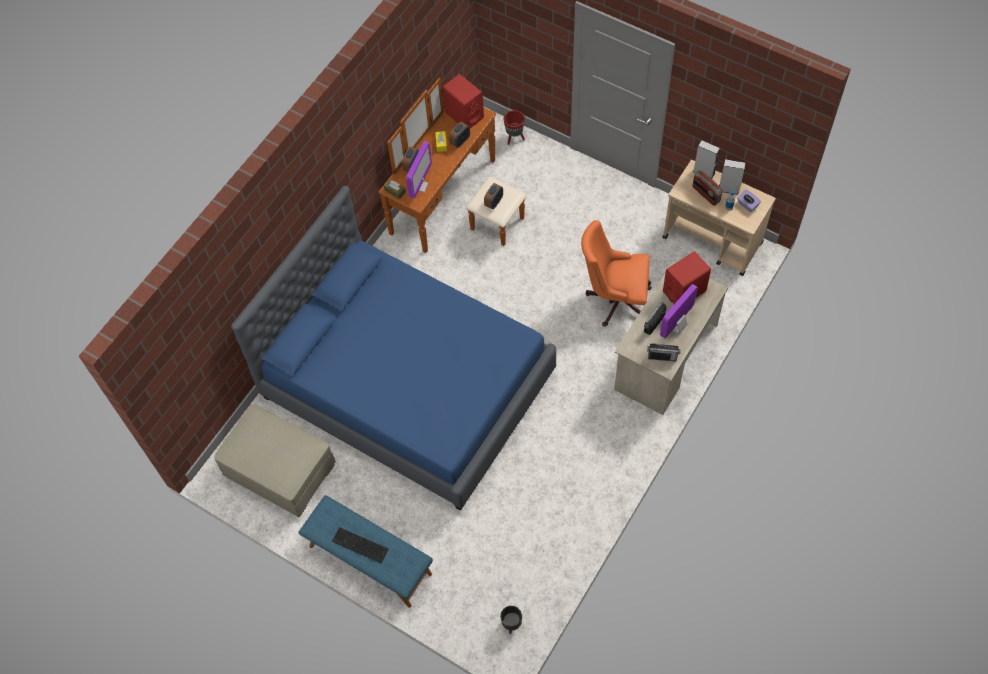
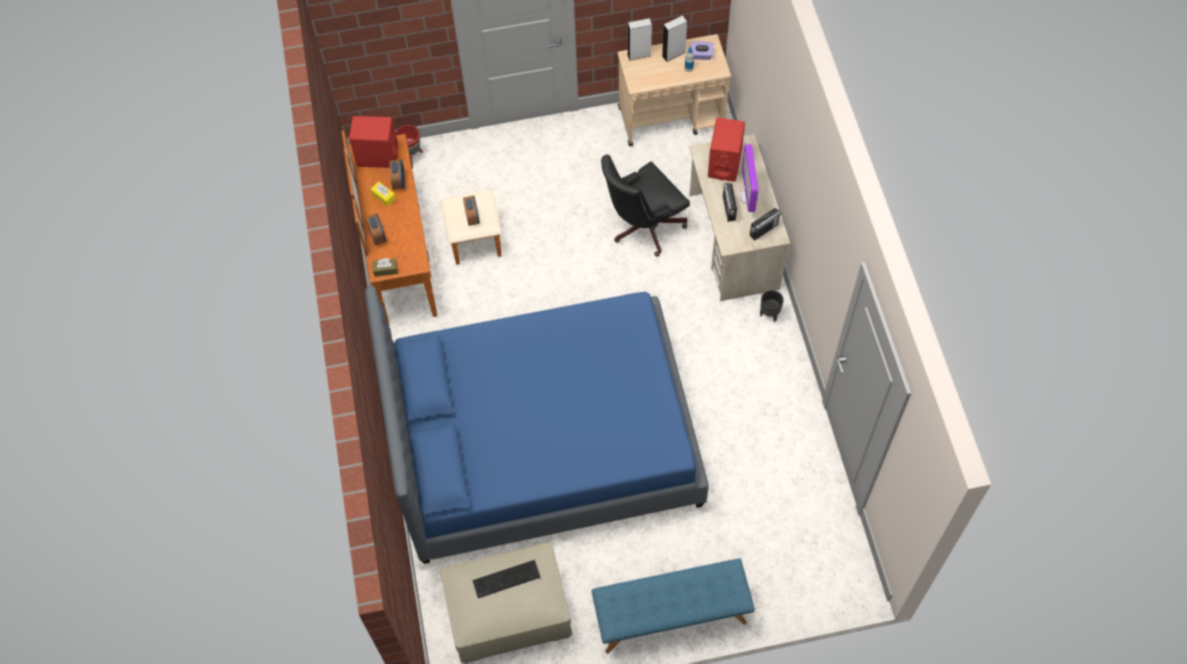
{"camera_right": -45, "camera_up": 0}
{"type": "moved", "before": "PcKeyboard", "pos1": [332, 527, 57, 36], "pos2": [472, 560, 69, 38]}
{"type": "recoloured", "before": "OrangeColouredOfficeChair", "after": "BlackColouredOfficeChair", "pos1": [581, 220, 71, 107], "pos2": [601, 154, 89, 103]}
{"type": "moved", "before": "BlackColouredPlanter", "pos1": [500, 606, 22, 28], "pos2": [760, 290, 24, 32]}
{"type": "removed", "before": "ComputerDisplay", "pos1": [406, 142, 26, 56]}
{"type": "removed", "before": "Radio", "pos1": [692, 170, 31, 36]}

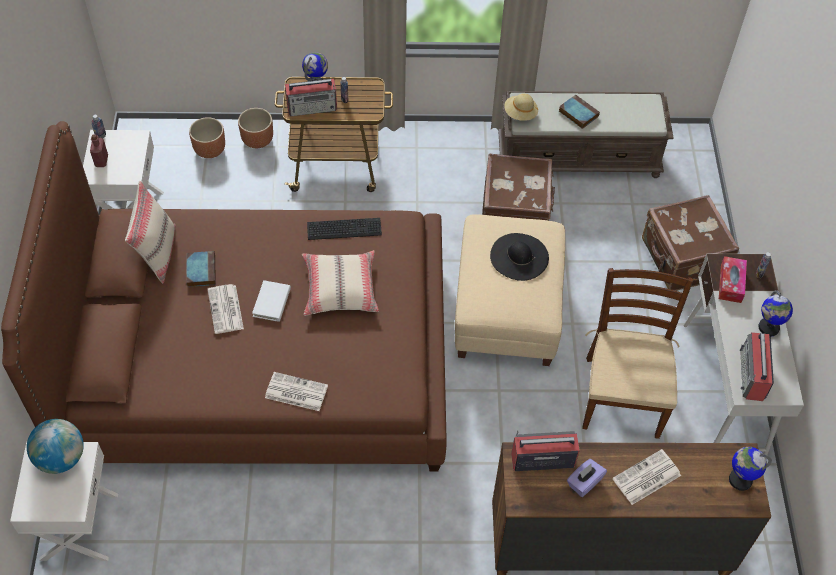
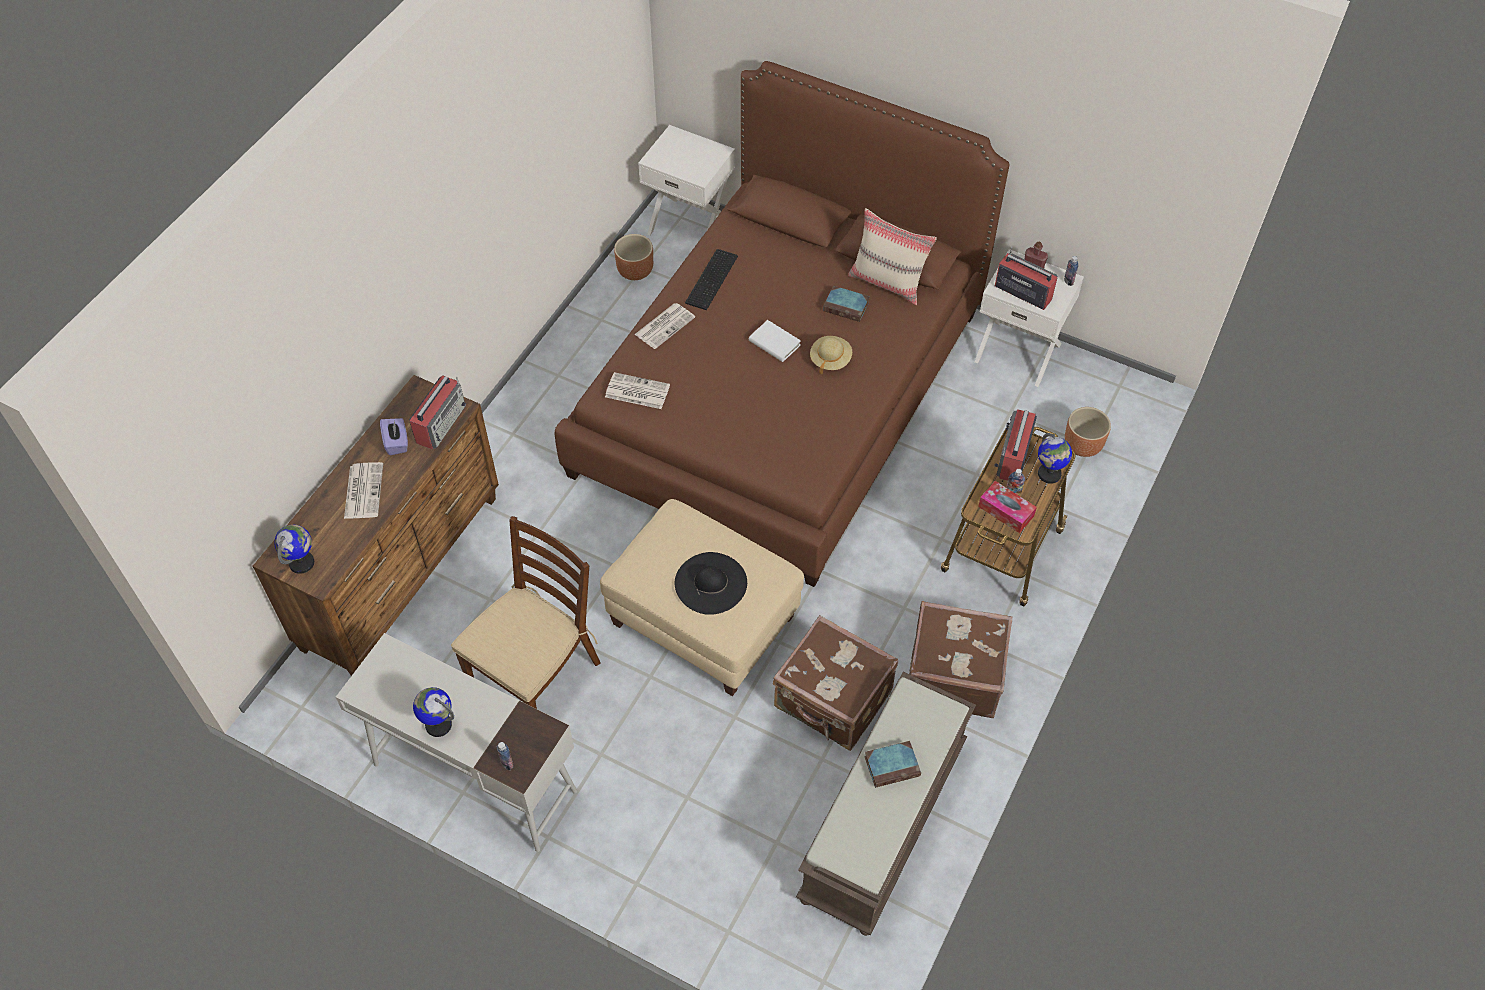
{"camera_right": 120, "camera_up": 0}
{"type": "turned", "before": "BrownColouredChair", "pos1": [583, 268, 111, 171], "pos2": [451, 516, 150, 193], "turn": -90}
{"type": "moved", "before": "DailyPaper", "pos1": [208, 284, 36, 50], "pos2": [605, 372, 65, 37]}
{"type": "moved", "before": "BrownColouredPlanter", "pos1": [238, 108, 35, 40], "pos2": [614, 234, 39, 46]}
{"type": "moved", "before": "PcKeyboard", "pos1": [307, 218, 75, 22], "pos2": [685, 249, 53, 61]}
{"type": "moved", "before": "BeigeColouredClothingHat", "pos1": [504, 93, 34, 28], "pos2": [810, 336, 42, 38]}
{"type": "moved", "before": "BrownColouredPieceOfLuggage", "pos1": [642, 195, 97, 96], "pos2": [909, 601, 103, 117]}
{"type": "moved", "before": "TissueBox", "pos1": [719, 256, 28, 47], "pos2": [978, 481, 59, 52]}
{"type": "moved", "before": "Radio", "pos1": [740, 332, 34, 69], "pos2": [995, 247, 63, 63]}
{"type": "removed", "before": "Globe", "pos1": [27, 419, 57, 55]}
{"type": "removed", "before": "BeigeColouredPillow", "pos1": [302, 250, 77, 66]}

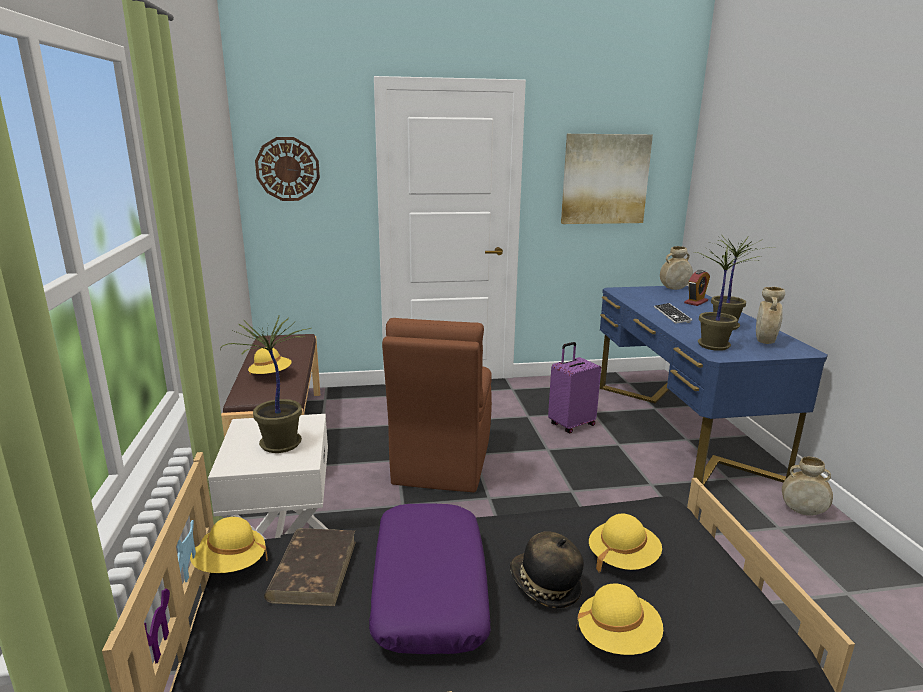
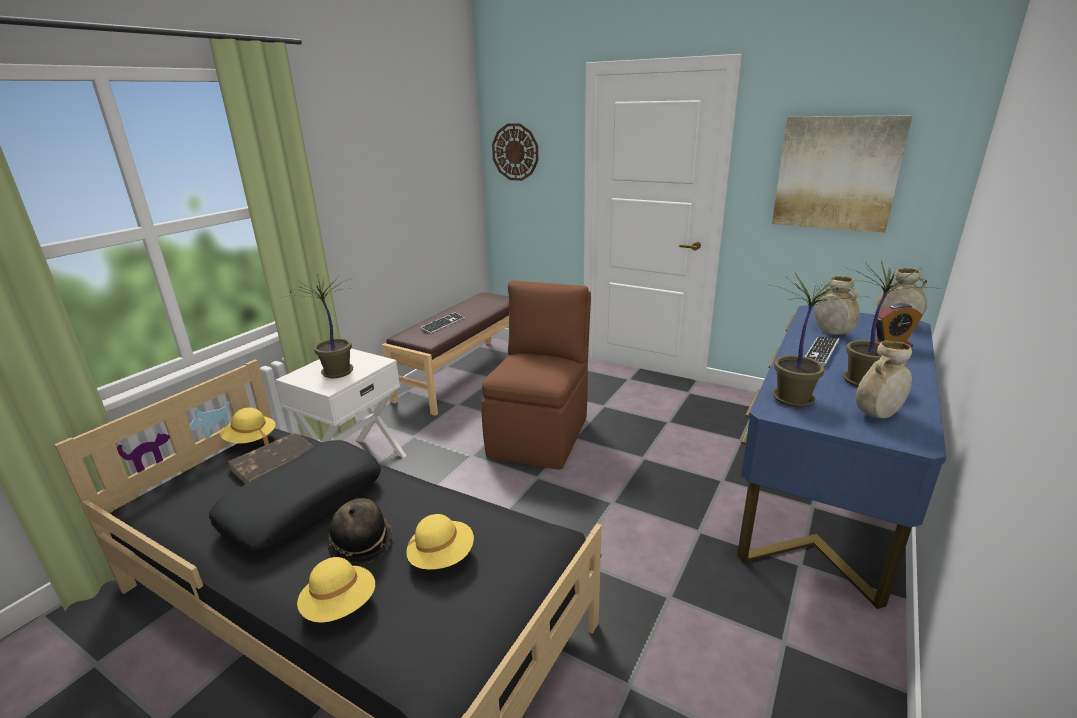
{"camera_right": 40, "camera_up": 5}
{"type": "recoloured", "before": "PurpleColouredPillow", "after": "BlackColouredPillow", "pos1": [369, 504, 122, 150], "pos2": [209, 440, 172, 114]}
{"type": "replaced", "before": "YellowColouredClothingHat", "after": "PcKeyboard", "pos1": [248, 347, 44, 28], "pos2": [420, 312, 45, 21]}
{"type": "turned", "before": "BrownColouredChair", "pos1": [382, 318, 110, 175], "pos2": [481, 280, 110, 190], "turn": 150}
{"type": "moved", "before": "BeigeColouredDecorativeVase", "pos1": [782, 456, 51, 60], "pos2": [814, 276, 46, 59]}
{"type": "removed", "before": "PurpleColouredPieceOfLuggage", "pos1": [548, 342, 53, 92]}

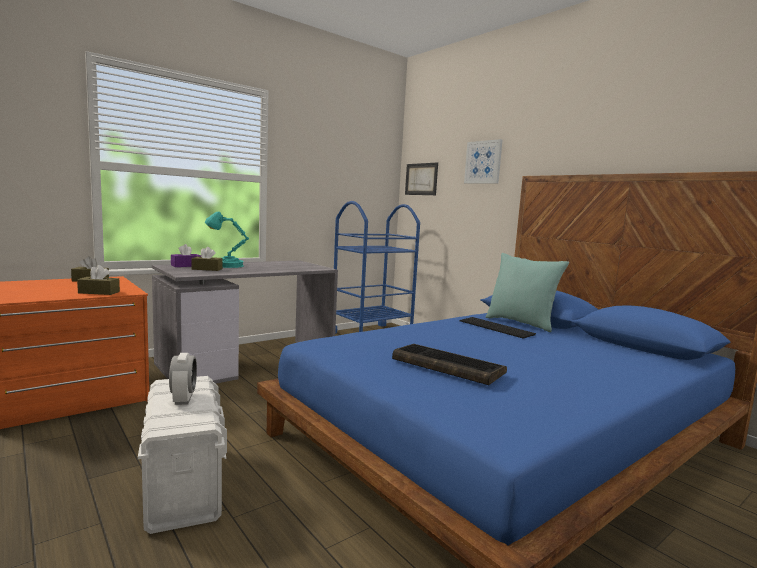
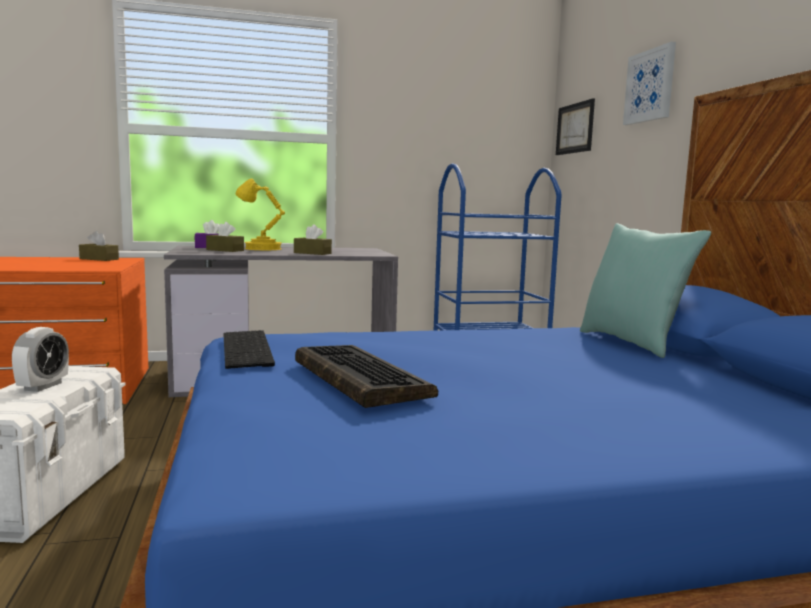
{"camera_right": 25, "camera_up": 0}
{"type": "moved", "before": "PcKeyboard", "pos1": [460, 317, 76, 22], "pos2": [223, 330, 52, 39]}
{"type": "recoloured", "before": "TurquoiseTableLamp", "after": "YellowColouredTableLamp", "pos1": [205, 211, 44, 57], "pos2": [236, 179, 49, 71]}
{"type": "moved", "before": "BrownColouredTissueBox", "pos1": [77, 265, 43, 30], "pos2": [294, 224, 38, 31]}

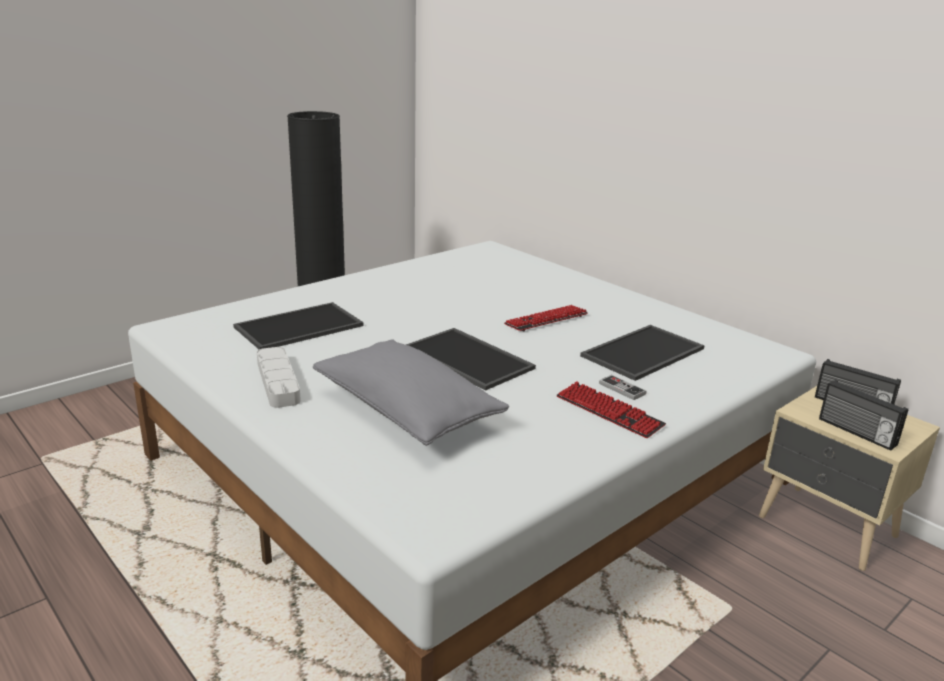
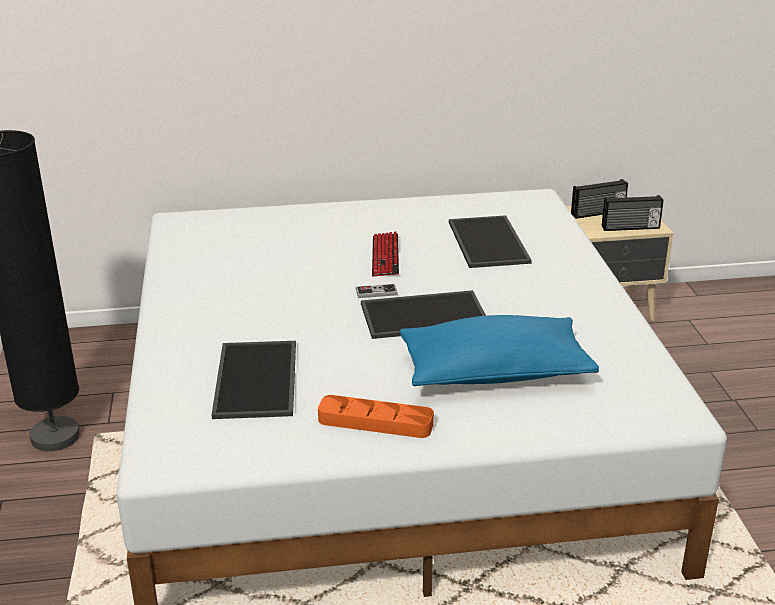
{"camera_right": -55, "camera_up": 5}
{"type": "recoloured", "before": "GreyishServingTray", "after": "OrangeColouredServingTray", "pos1": [257, 347, 44, 61], "pos2": [318, 395, 116, 43]}
{"type": "moved", "before": "Joypad", "pos1": [599, 375, 48, 25], "pos2": [356, 284, 42, 14]}
{"type": "recoloured", "before": "GreyishPillow", "after": "BluishPillow", "pos1": [313, 339, 196, 107], "pos2": [400, 315, 199, 71]}
{"type": "removed", "before": "PcKeyboard", "pos1": [556, 381, 110, 57]}

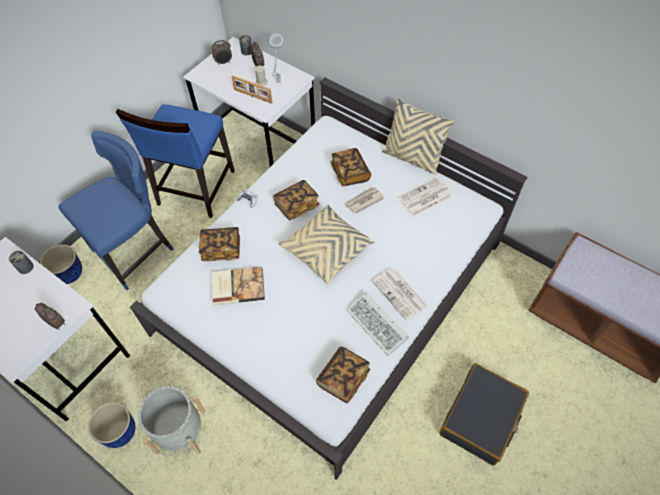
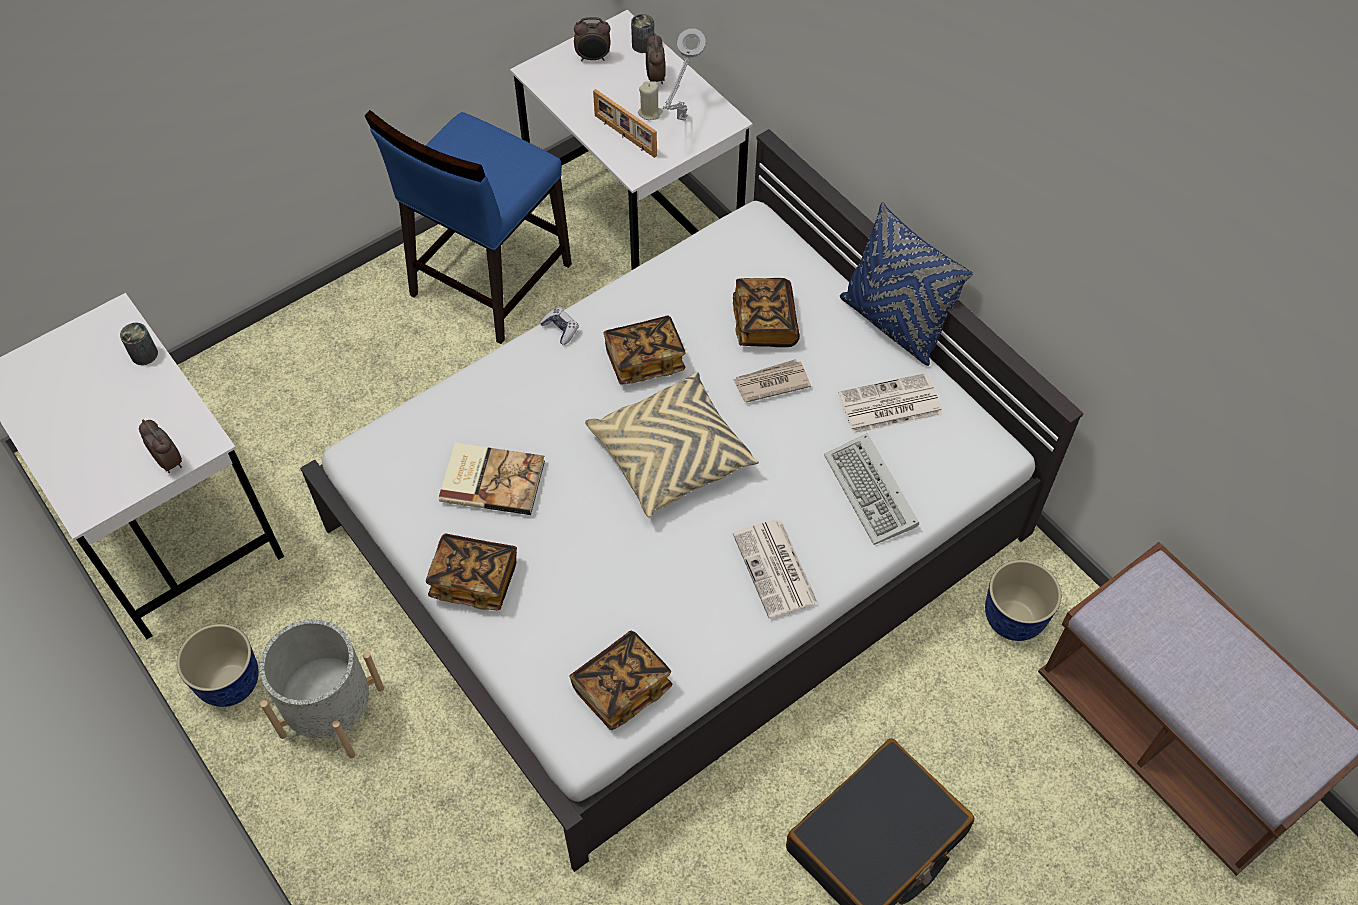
{"camera_right": 15, "camera_up": 0}
{"type": "moved", "before": "Volume", "pos1": [199, 227, 41, 34], "pos2": [426, 533, 91, 77]}
{"type": "moved", "before": "PcKeyboard", "pos1": [346, 292, 63, 64], "pos2": [824, 433, 95, 112]}
{"type": "recoloured", "before": "BeigeColouredPillow", "after": "BluishPillow", "pos1": [382, 97, 72, 78], "pos2": [840, 202, 133, 164]}
{"type": "moved", "before": "Planter", "pos1": [40, 244, 42, 40], "pos2": [985, 560, 76, 81]}
{"type": "removed", "before": "BluishChair", "pos1": [58, 131, 116, 159]}

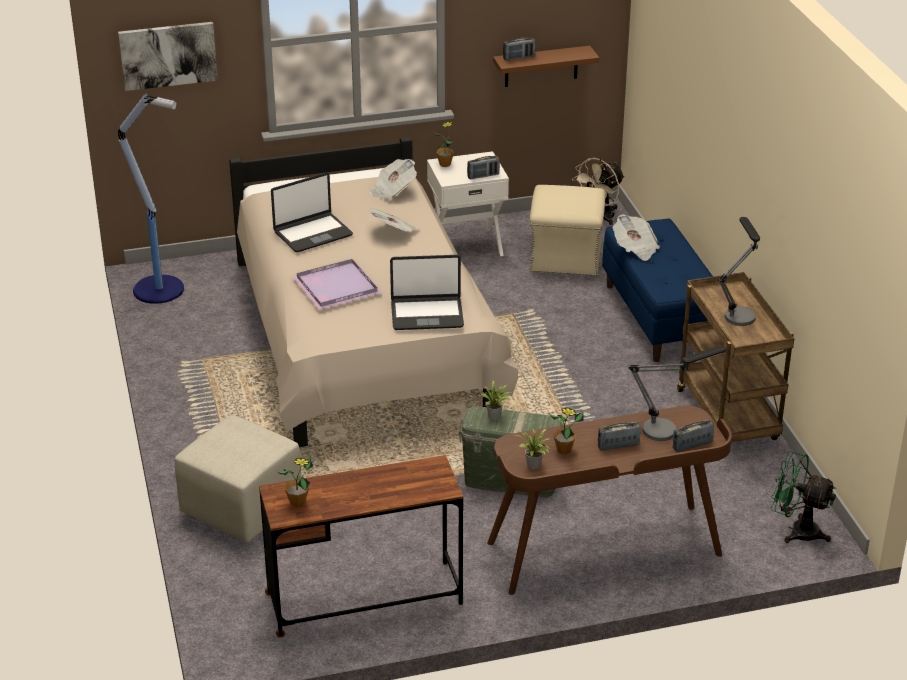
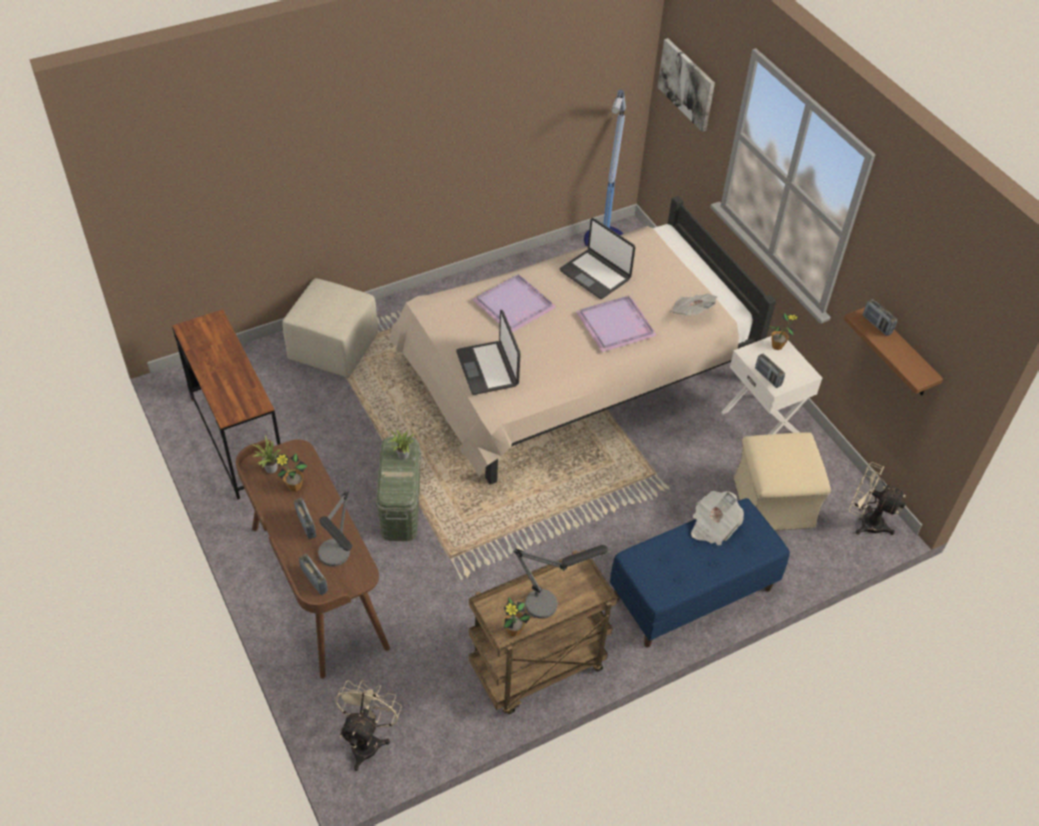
{"camera_right": 75, "camera_up": 15}
{"type": "recoloured", "before": "GreenColouredElectricFan", "after": "BeigeColouredElectricFan", "pos1": [771, 451, 65, 92], "pos2": [335, 679, 67, 92]}
{"type": "moved", "before": "PottedPlant", "pos1": [278, 457, 35, 50], "pos2": [504, 596, 27, 40]}
{"type": "replaced", "before": "DailyPaper", "after": "PurpleColouredServingTray", "pos1": [368, 209, 51, 23], "pos2": [576, 295, 82, 57]}

